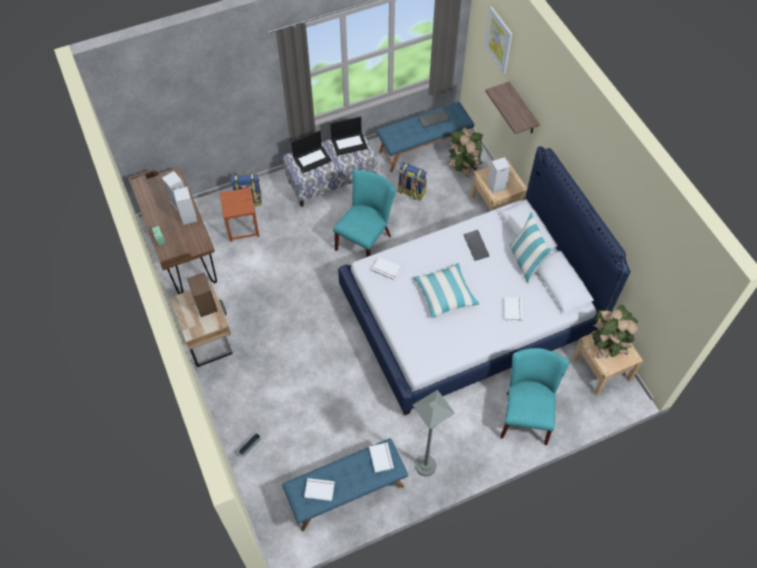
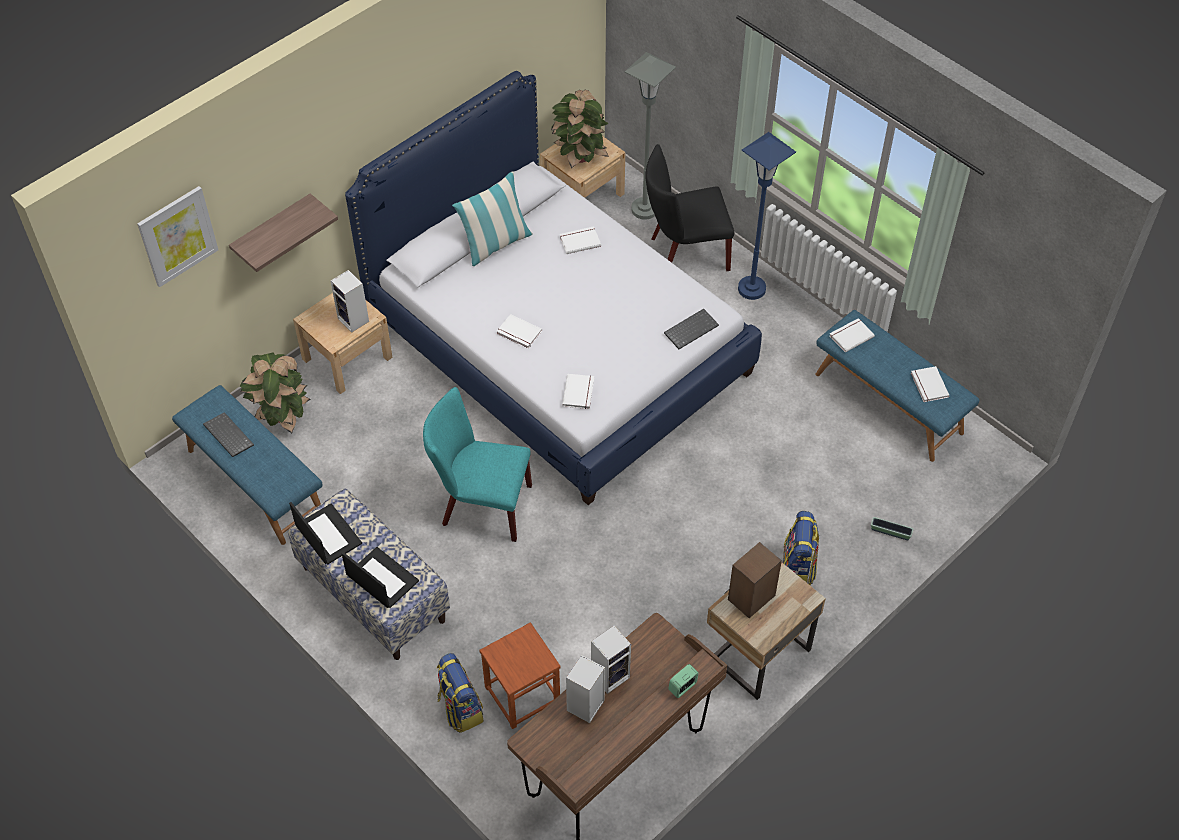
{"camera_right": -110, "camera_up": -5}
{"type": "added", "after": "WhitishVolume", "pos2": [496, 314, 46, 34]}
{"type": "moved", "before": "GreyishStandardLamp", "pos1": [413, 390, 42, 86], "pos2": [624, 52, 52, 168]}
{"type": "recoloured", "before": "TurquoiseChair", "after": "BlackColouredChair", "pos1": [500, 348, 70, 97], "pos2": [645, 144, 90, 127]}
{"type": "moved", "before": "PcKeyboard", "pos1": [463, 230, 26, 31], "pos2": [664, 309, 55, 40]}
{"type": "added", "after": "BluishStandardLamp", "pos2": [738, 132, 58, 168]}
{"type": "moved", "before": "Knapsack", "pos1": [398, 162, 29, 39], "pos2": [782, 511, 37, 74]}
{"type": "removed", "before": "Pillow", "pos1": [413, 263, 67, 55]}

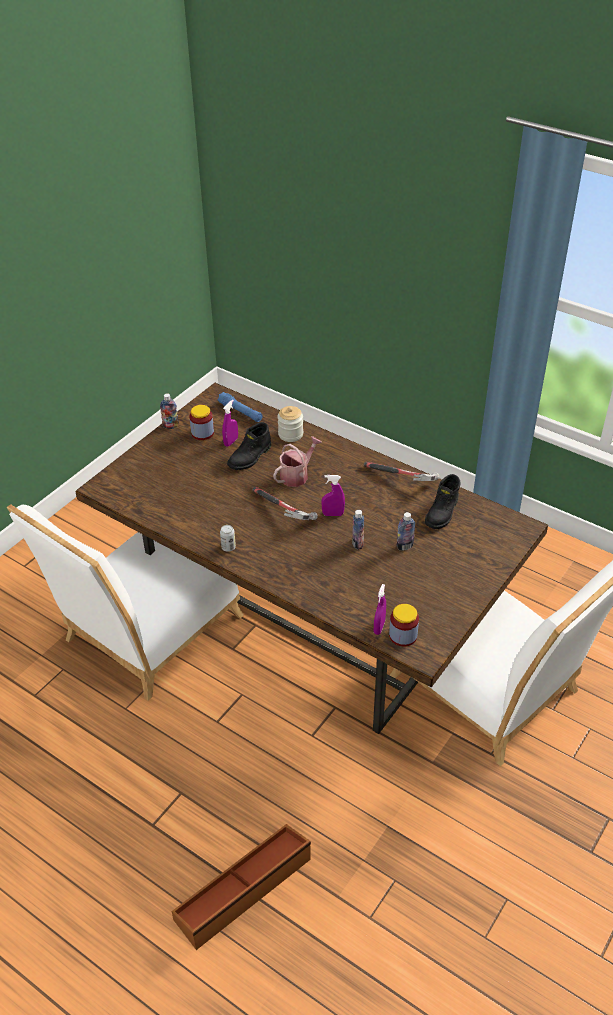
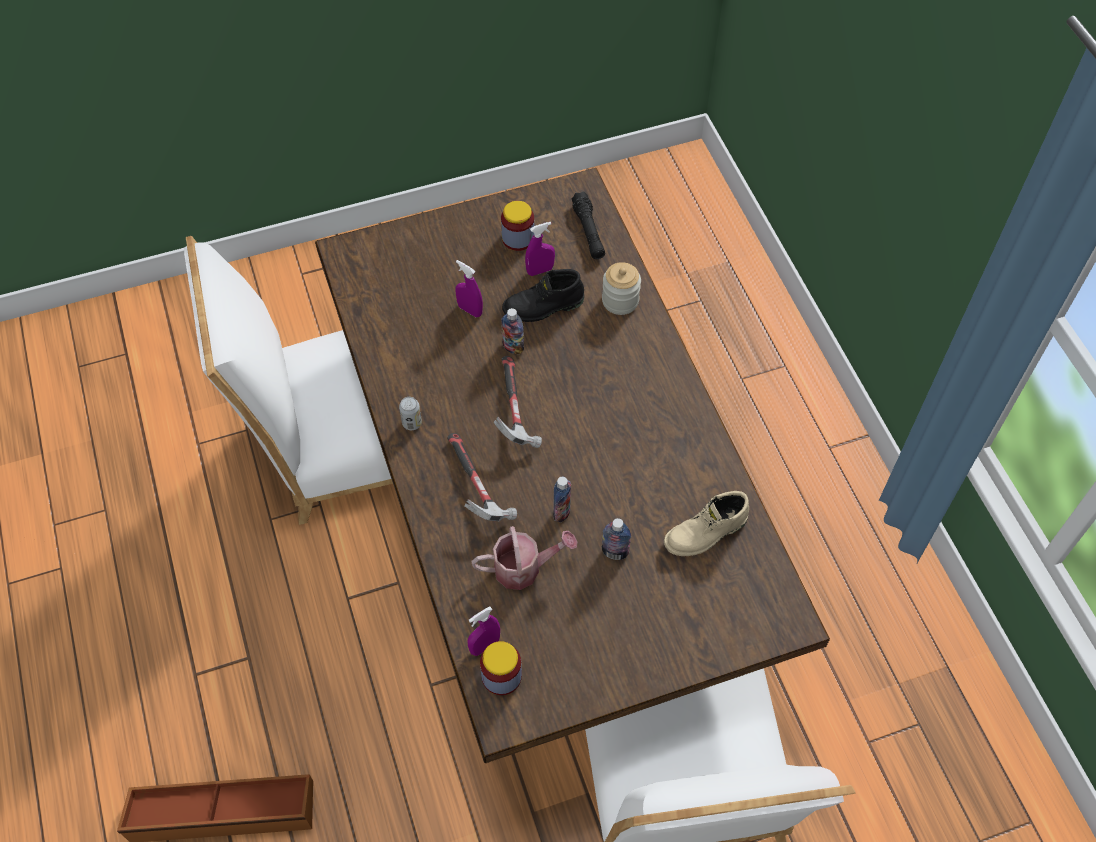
{"camera_right": 35, "camera_up": 15}
{"type": "moved", "before": "HandHammer", "pos1": [364, 462, 75, 19], "pos2": [447, 433, 70, 88]}
{"type": "moved", "before": "PurpleColouredSprayBottle", "pos1": [321, 475, 24, 41], "pos2": [455, 260, 28, 57]}
{"type": "moved", "before": "WateringCan", "pos1": [273, 437, 49, 50], "pos2": [471, 526, 106, 64]}
{"type": "moved", "before": "Bottle", "pos1": [160, 393, 19, 36], "pos2": [501, 308, 23, 46]}
{"type": "recoloured", "before": "BluishTorch", "after": "BlackColouredTorch", "pos1": [217, 392, 46, 30], "pos2": [572, 191, 33, 68]}
{"type": "recoloured", "before": "BlackColouredHighTopBoot", "after": "BeigeColouredHighTopBoot", "pos1": [425, 474, 35, 55], "pos2": [664, 491, 85, 65]}

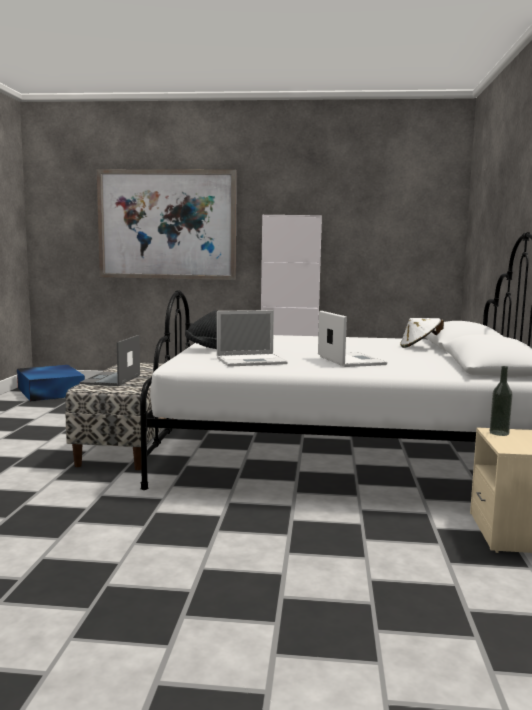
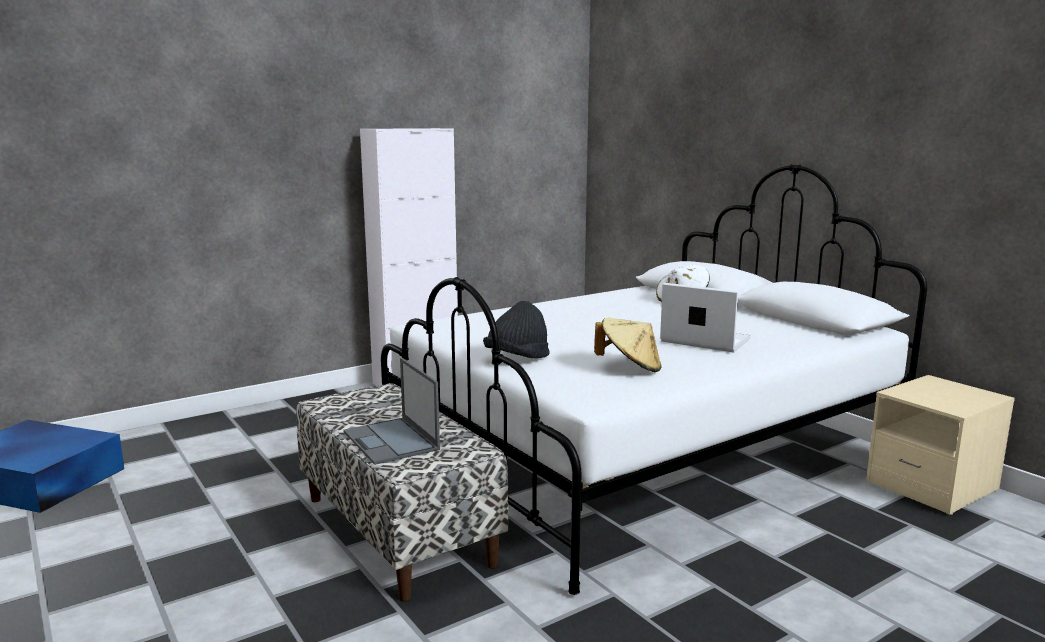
{"camera_right": -40, "camera_up": 5}
{"type": "replaced", "before": "NotebookComputer", "after": "BeigeColouredClothingHat", "pos1": [217, 310, 71, 57], "pos2": [594, 318, 68, 54]}
{"type": "removed", "before": "WallPicture", "pos1": [97, 169, 140, 111]}
{"type": "removed", "before": "Bottle", "pos1": [490, 366, 23, 70]}

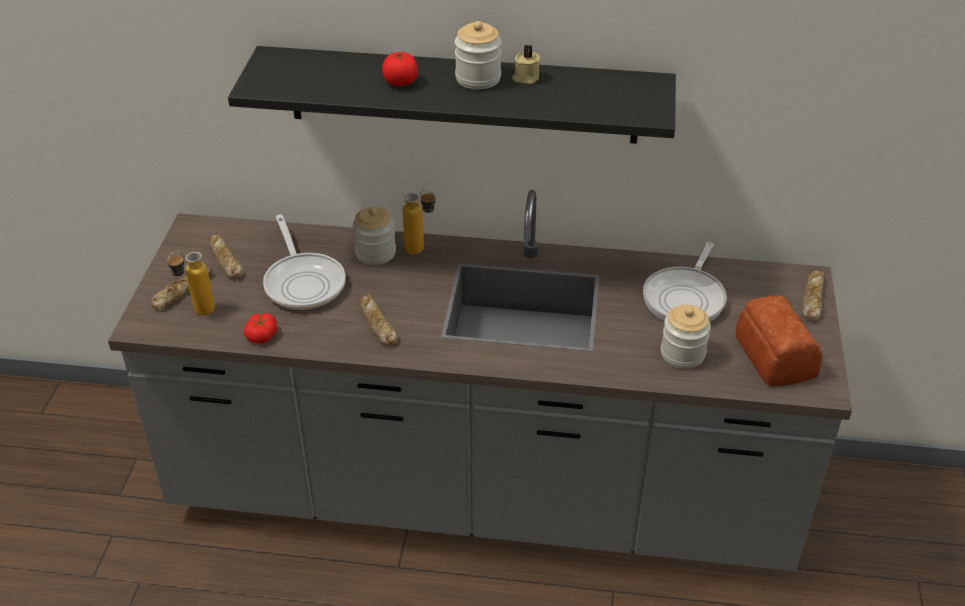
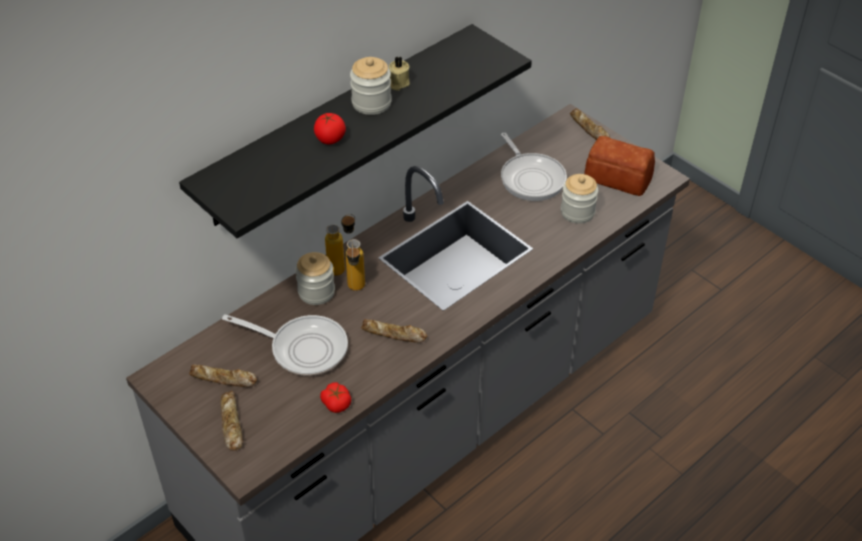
{"camera_right": -50, "camera_up": 5}
{"type": "moved", "before": "Bottle", "pos1": [167, 251, 48, 64], "pos2": [345, 239, 20, 52]}

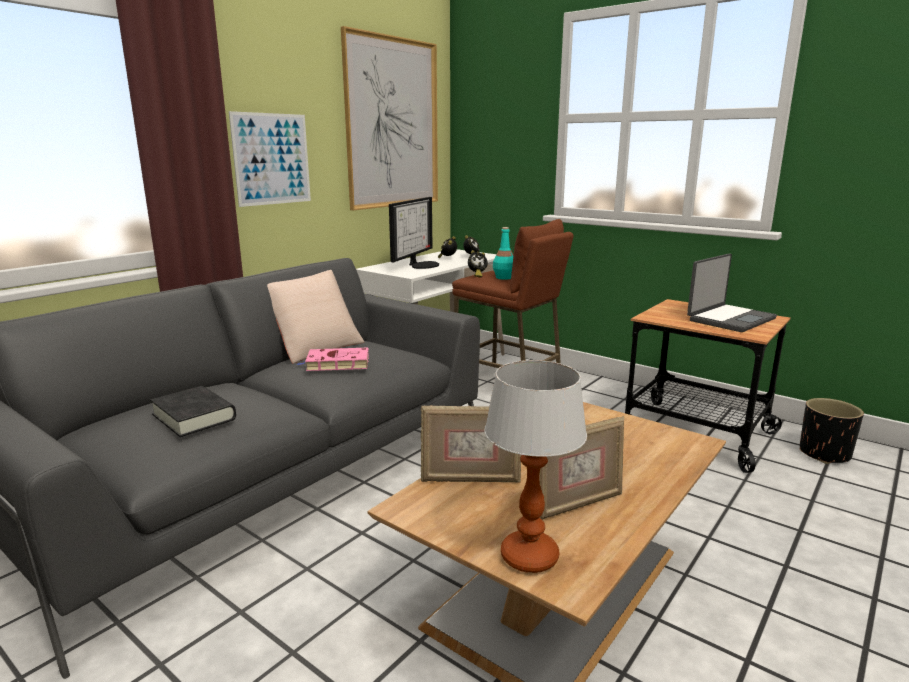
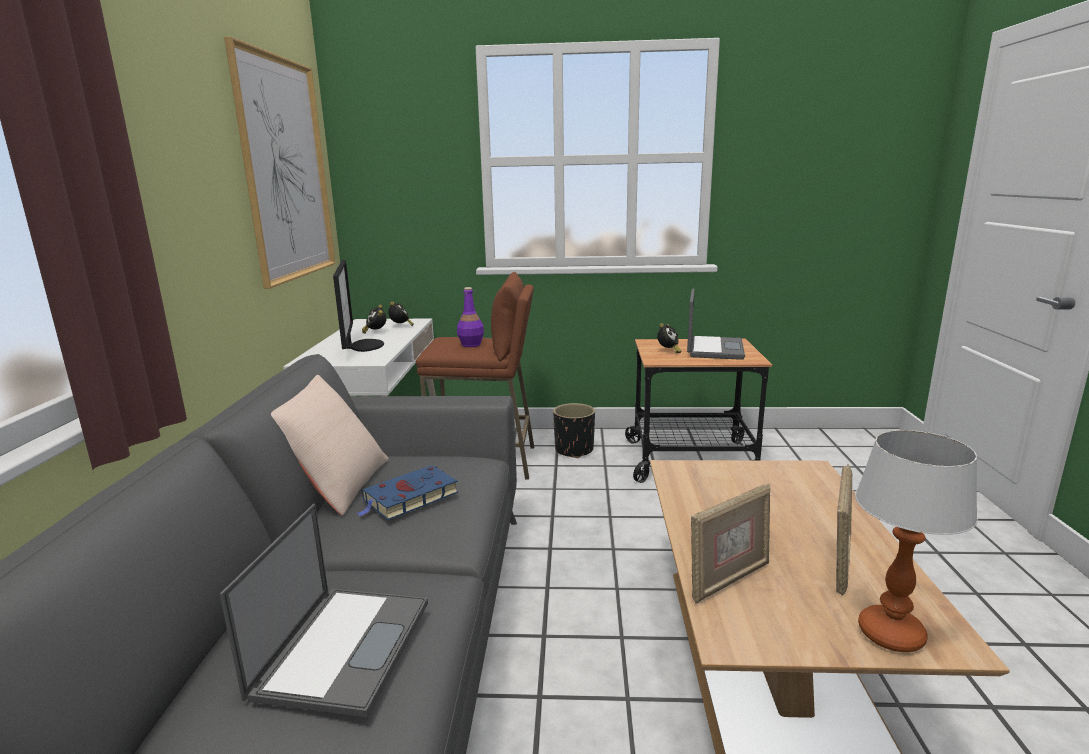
{"camera_right": -35, "camera_up": 0}
{"type": "replaced", "before": "BlackColouredVolume", "after": "NotebookComputer", "pos1": [150, 386, 86, 51], "pos2": [220, 504, 208, 214]}
{"type": "recoloured", "before": "PinkColouredVolume", "after": "BluishVolume", "pos1": [297, 348, 72, 23], "pos2": [356, 465, 102, 55]}
{"type": "recoloured", "before": "TurquoiseBottle", "after": "PurpleColouredBottle", "pos1": [493, 227, 20, 53], "pos2": [457, 287, 27, 60]}
{"type": "moved", "before": "BlackColouredPlanter", "pos1": [800, 398, 64, 66], "pos2": [553, 403, 42, 55]}
{"type": "moved", "before": "AlarmClock", "pos1": [468, 250, 20, 27], "pos2": [657, 323, 25, 30]}
{"type": "removed", "before": "WallPicture", "pos1": [229, 111, 82, 96]}

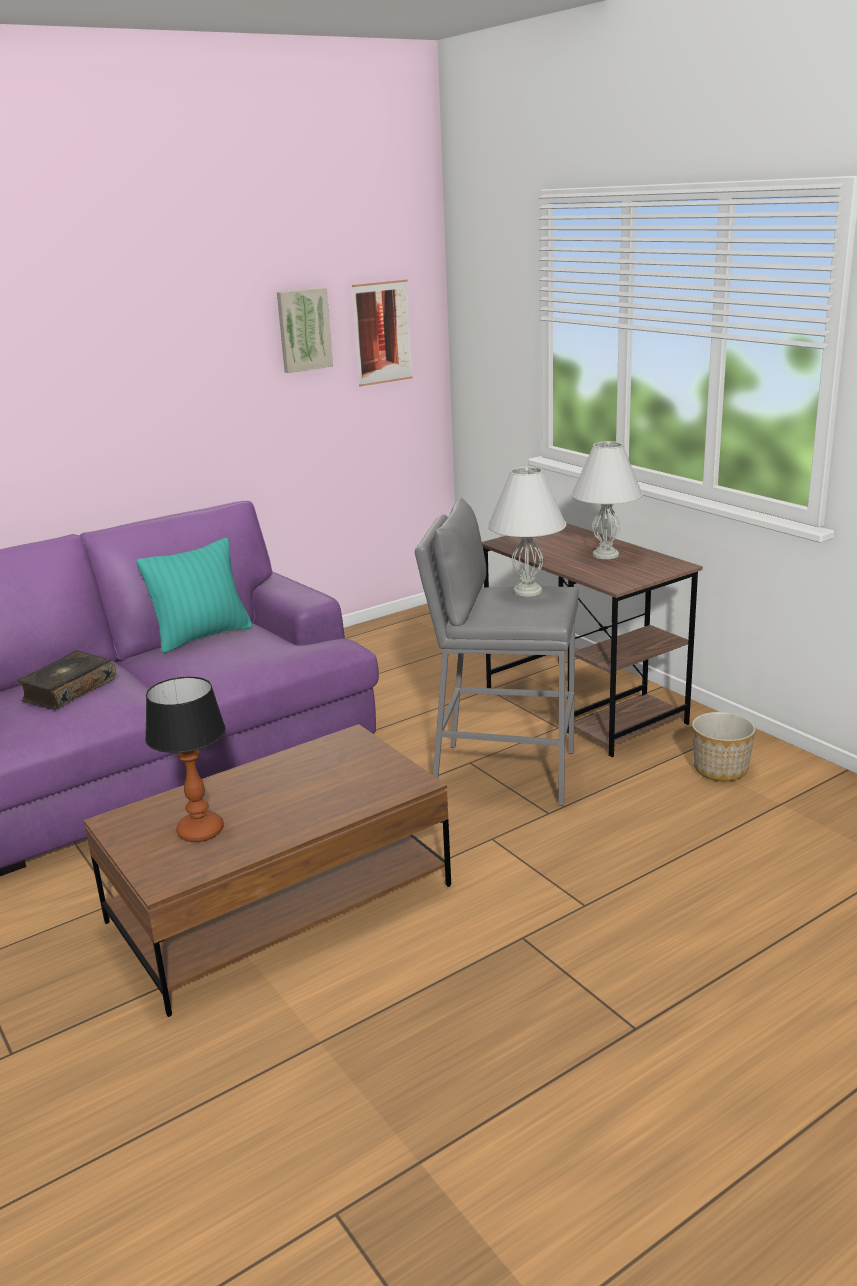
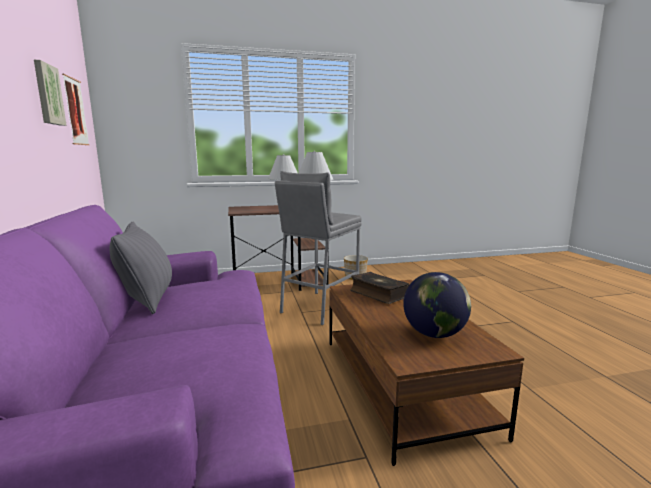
{"camera_right": -70, "camera_up": -10}
{"type": "recoloured", "before": "TurquoisePillow", "after": "GreyishPillow", "pos1": [136, 538, 116, 116], "pos2": [110, 222, 62, 92]}
{"type": "moved", "before": "Volume", "pos1": [17, 650, 99, 60], "pos2": [350, 272, 60, 32]}
{"type": "replaced", "before": "TableLamp", "after": "Globe", "pos1": [145, 676, 81, 166], "pos2": [403, 272, 68, 66]}

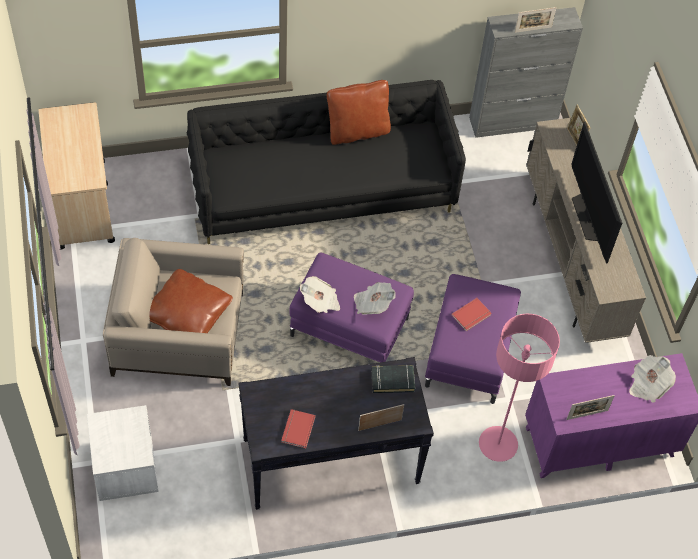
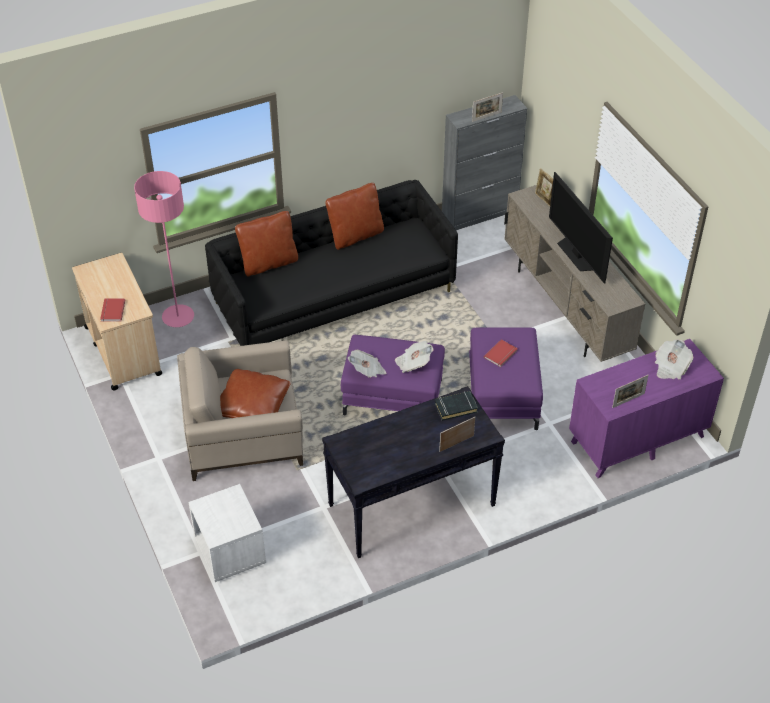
{"camera_right": -10, "camera_up": -10}
{"type": "moved", "before": "ReddishVolume", "pos1": [281, 409, 35, 39], "pos2": [100, 298, 25, 24]}
{"type": "moved", "before": "PinkColouredStandardLamp", "pos1": [479, 314, 81, 148], "pos2": [134, 171, 60, 156]}
{"type": "added", "after": "BrownColouredPillow", "pos2": [235, 211, 63, 66]}

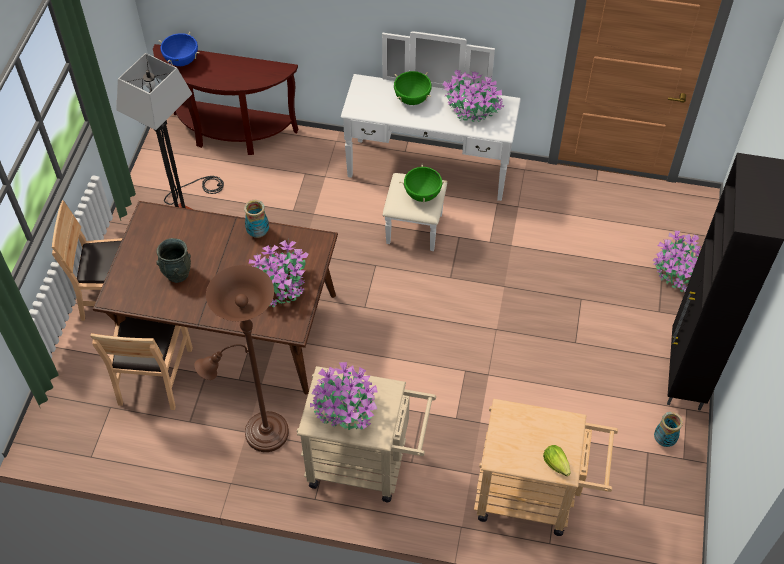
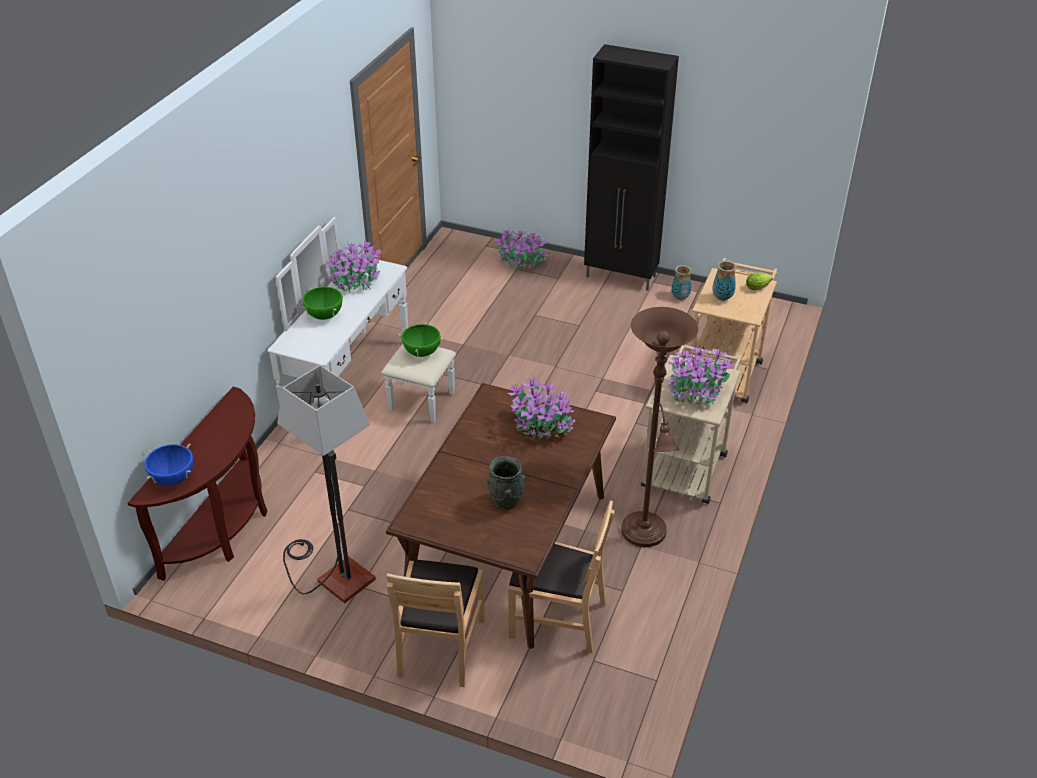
{"camera_right": -80, "camera_up": -15}
{"type": "moved", "before": "DecorativeVase", "pos1": [244, 200, 25, 38], "pos2": [712, 260, 25, 41]}

